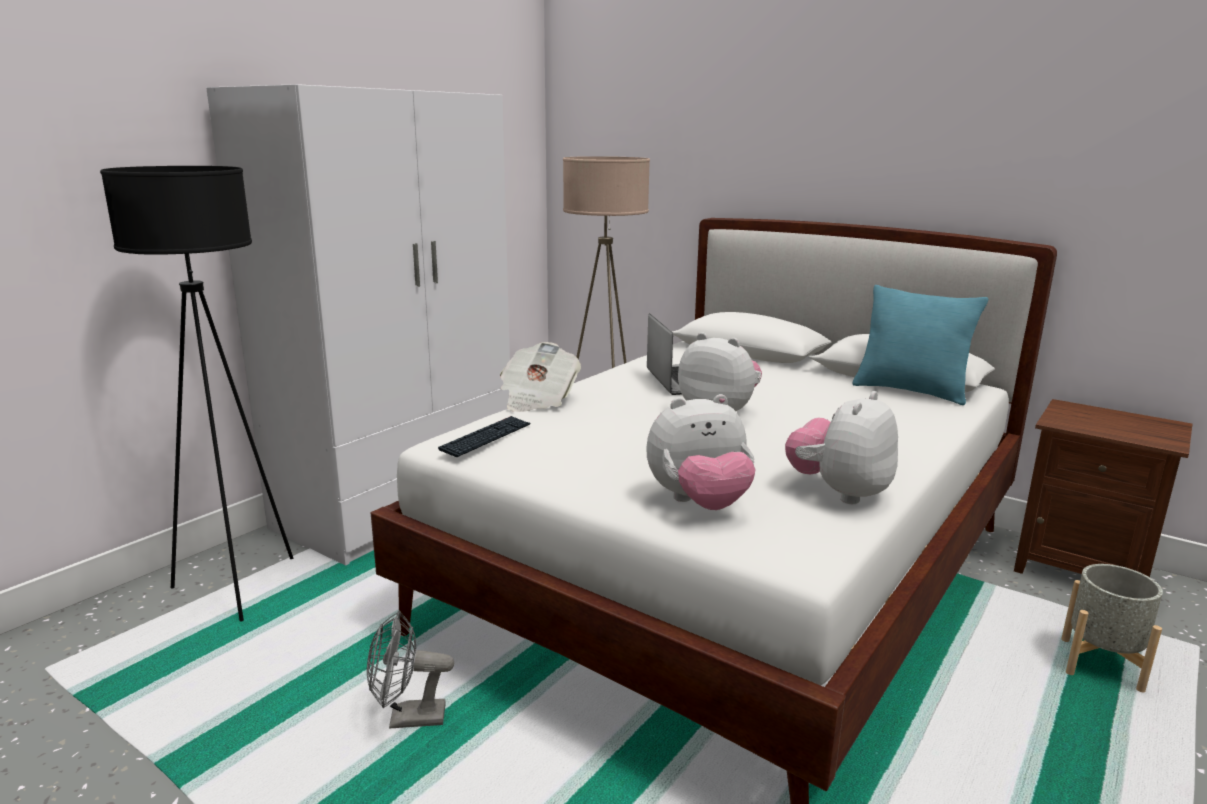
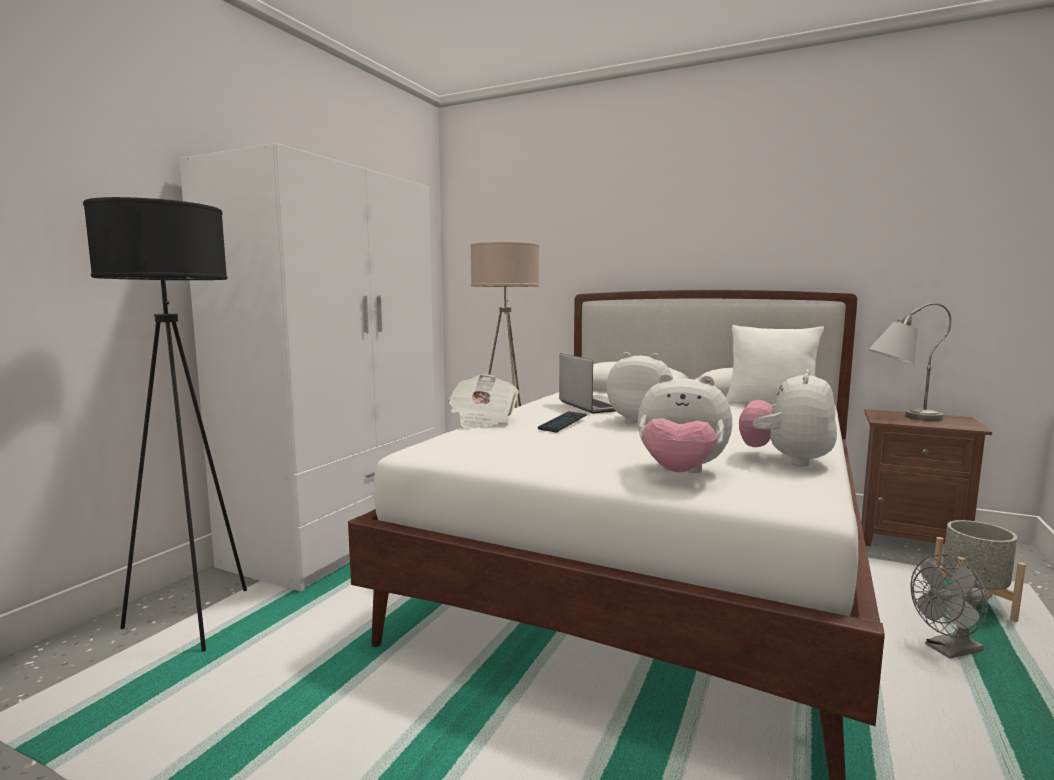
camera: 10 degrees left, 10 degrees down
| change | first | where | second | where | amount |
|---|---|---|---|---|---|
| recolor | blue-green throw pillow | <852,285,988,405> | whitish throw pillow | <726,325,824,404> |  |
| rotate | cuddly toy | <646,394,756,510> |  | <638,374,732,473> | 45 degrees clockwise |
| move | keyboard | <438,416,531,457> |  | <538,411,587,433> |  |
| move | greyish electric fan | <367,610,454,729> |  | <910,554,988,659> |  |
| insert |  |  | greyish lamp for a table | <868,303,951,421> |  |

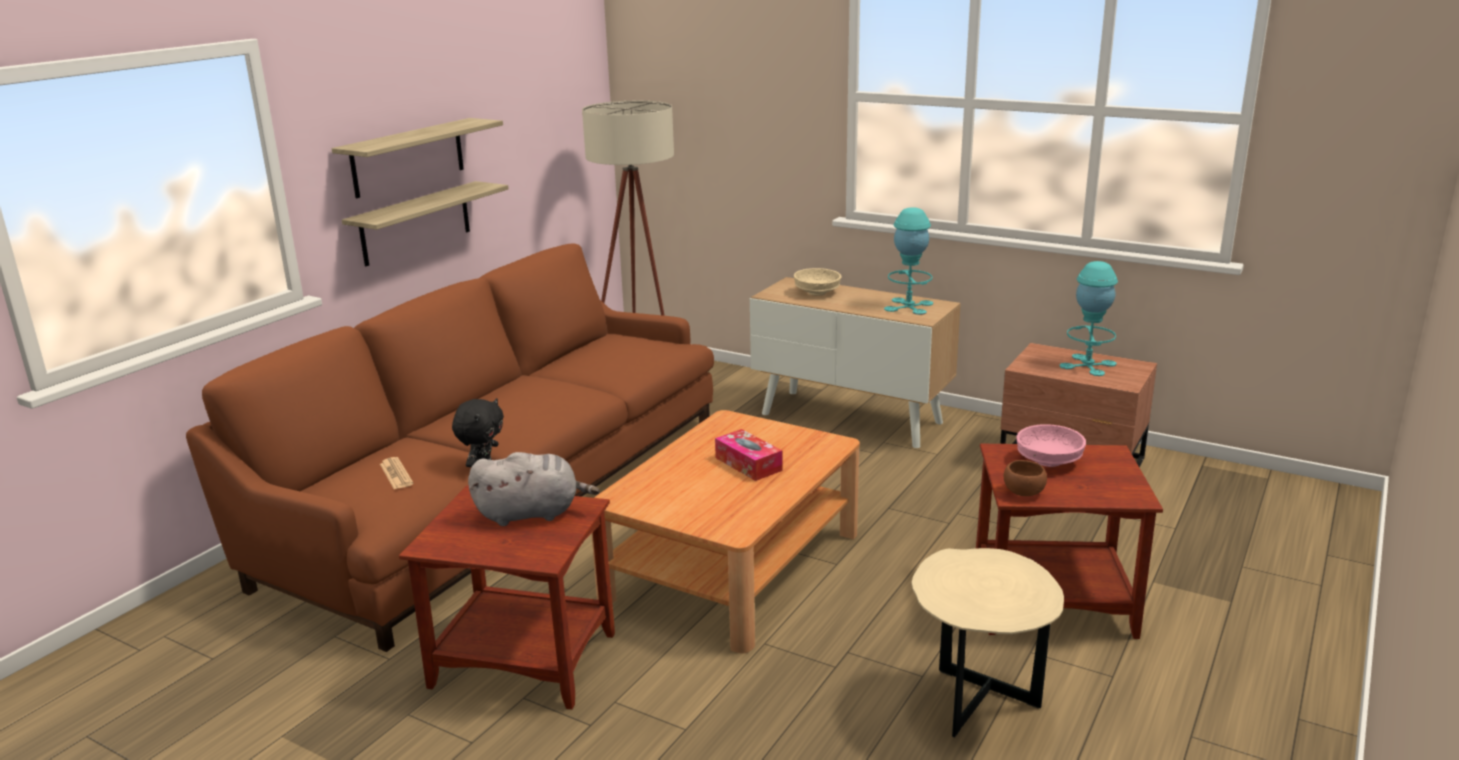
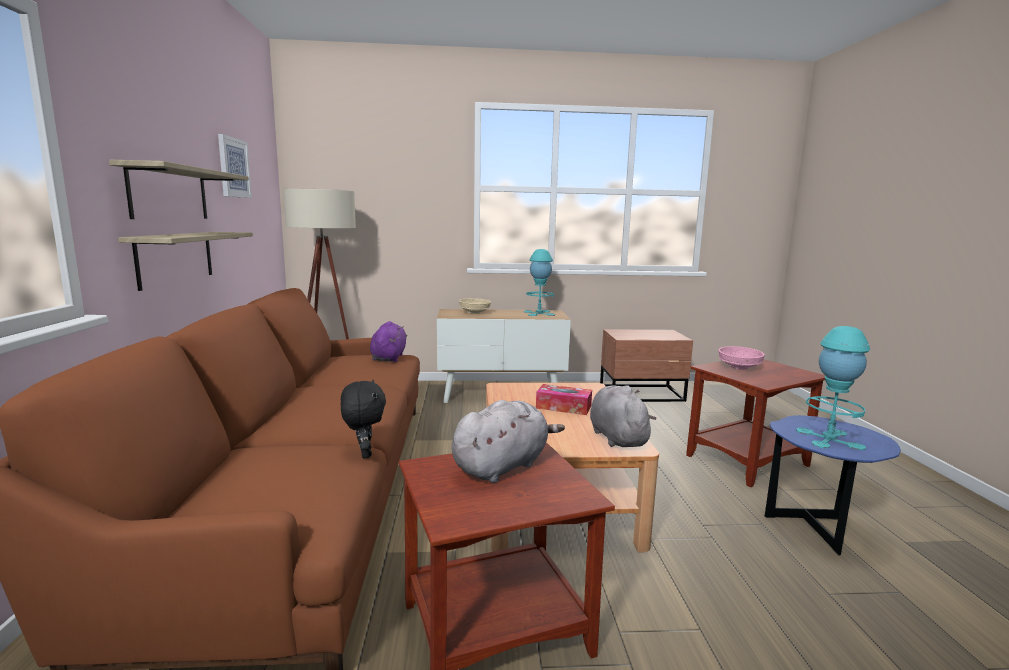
camera: 35 degrees left, 10 degrees down
| change | first | where | second | where | amount |
|---|---|---|---|---|---|
| move | blue-green lamp for a table | <1060,261,1118,376> |  | <796,326,870,450> |  |
| delete | printed paper | <380,457,414,489> |  |  |  |
| delete | brown bowl | <1004,460,1047,496> |  |  |  |
| recolor | beige side table | <911,548,1064,738> | blue side table | <765,415,901,555> |  |
| insert |  |  | picture | <218,134,252,198> |  |
| insert |  |  | purple cuddly toy | <370,321,407,362> |  |
| insert |  |  | greyish cuddly toy | <590,385,656,447> |  |

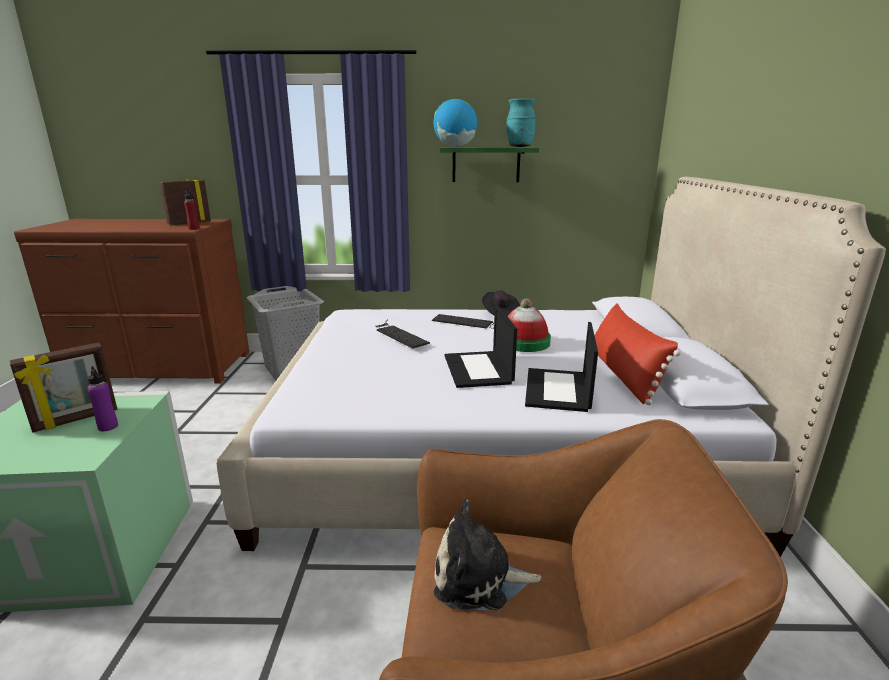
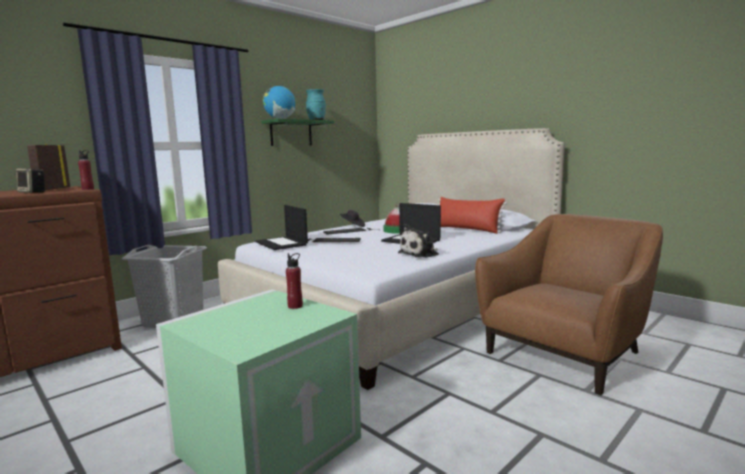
camera: 45 degrees left, 10 degrees down
| change | first | where | second | where | amount |
|---|---|---|---|---|---|
| move | notebook computer | <525,322,598,412> |  | <255,205,308,250> |  |
| delete | picture frame | <10,342,117,433> |  |  |  |
| recolor | purple beverage bottle | <87,366,118,431> | red-coloured beverage bottle | <286,253,303,309> |  |
| move | cuddly toy | <434,499,542,610> |  | <398,224,439,258> |  |
| insert |  |  | loudspeaker | <16,168,45,193> |  |

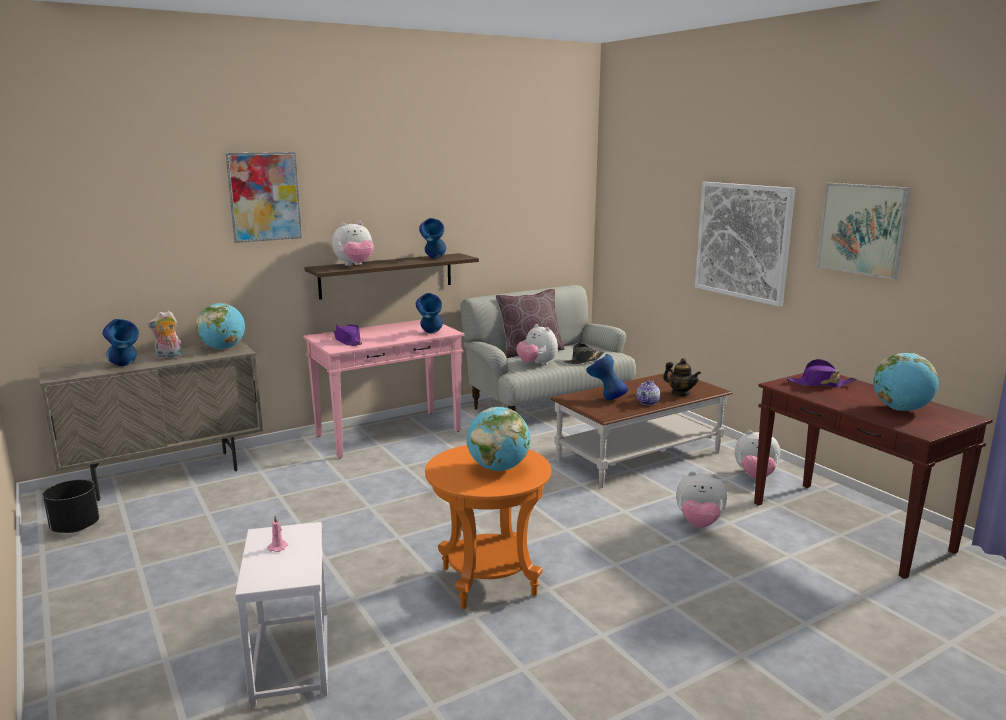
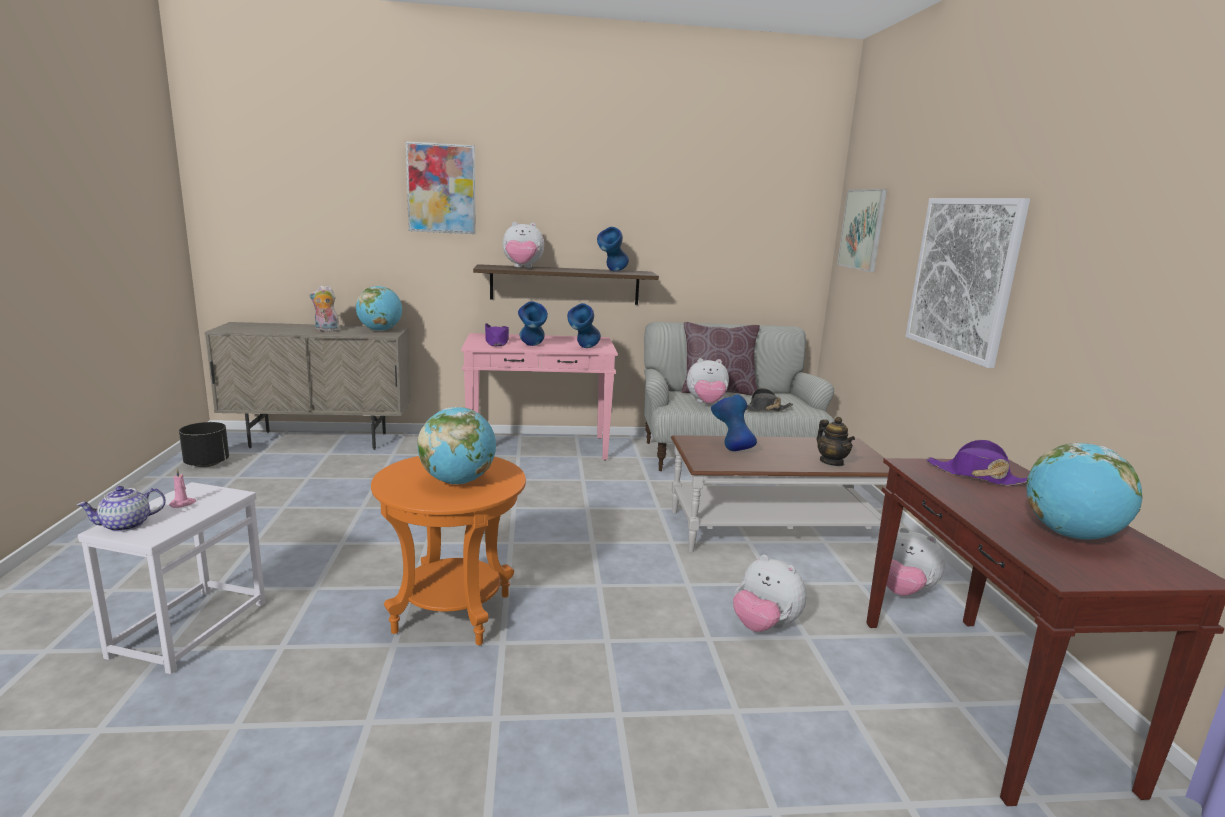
camera: 25 degrees right, 0 degrees up
| change | first | where | second | where | amount |
|---|---|---|---|---|---|
| move | picture | <816,183,911,279> |  | <837,189,887,272> |  |
| move | blue decorative vase | <102,319,139,366> |  | <518,301,548,346> |  |
| rotate | cuddly toy | <517,324,558,365> |  | <687,358,729,403> | 75 degrees counterclockwise |
| move | tea pot | <636,381,660,405> |  | <77,486,166,532> |  |

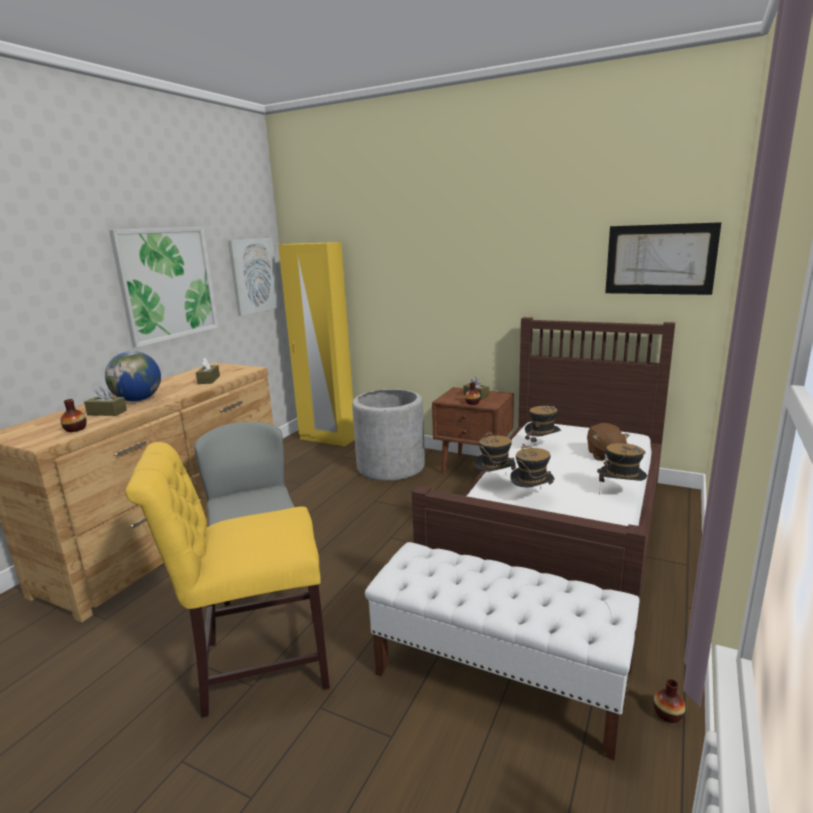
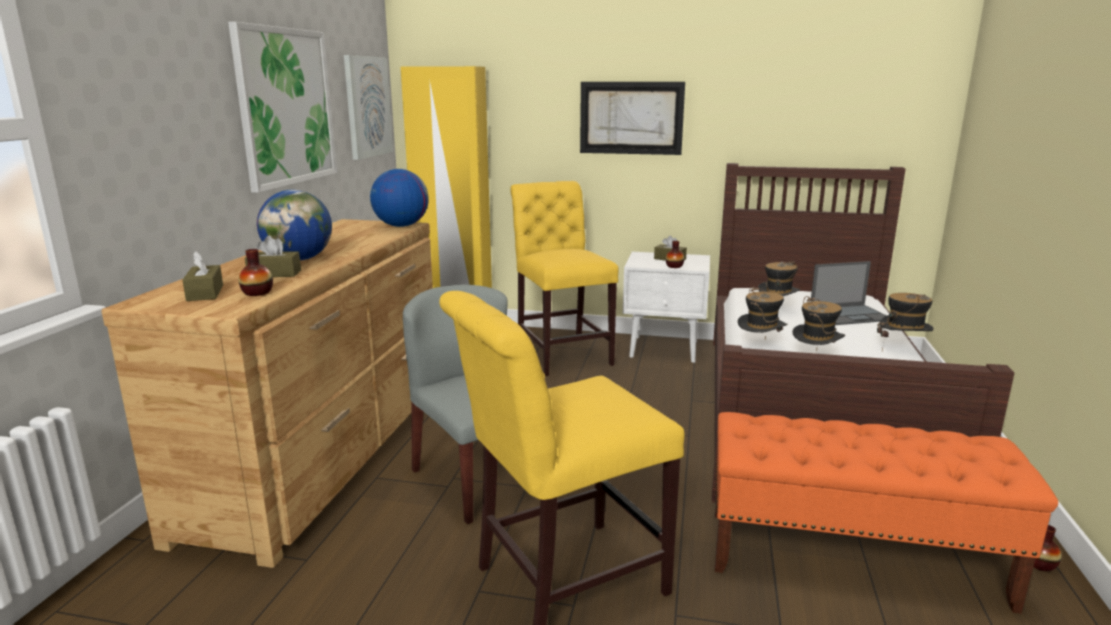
camera: 15 degrees left, 0 degrees up
| change | first | where | second | where | amount |
|---|---|---|---|---|---|
| move | picture | <605,222,722,295> |  | <580,82,685,155> |  |
| move | brown tissue holder | <196,357,220,384> |  | <182,251,223,301> |  |
| recolor | brown bedside table | <432,387,514,474> | whitish bedside table | <623,252,710,363> |  |
| replace | greyish plant pot | <352,389,425,481> | yellow plain chair | <510,181,619,376> |  |
| replace | brown cuddly toy | <587,423,630,461> | notebook computer | <810,261,887,325> |  |
| recolor | whitish bench | <365,542,640,761> | orangey bench | <715,412,1058,614> |  |
| insert |  |  | globe | <370,169,429,227> |  |

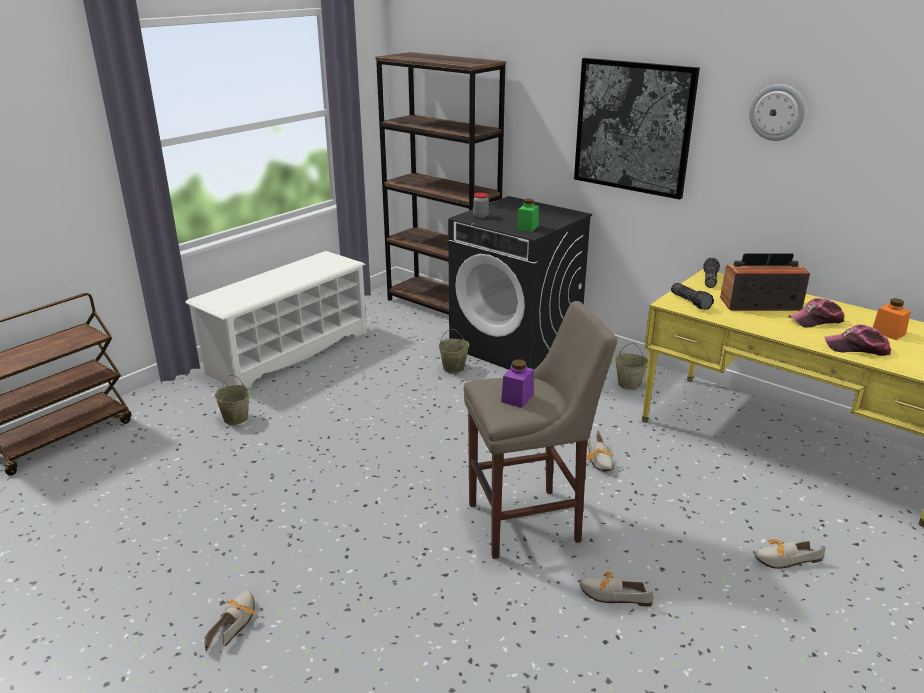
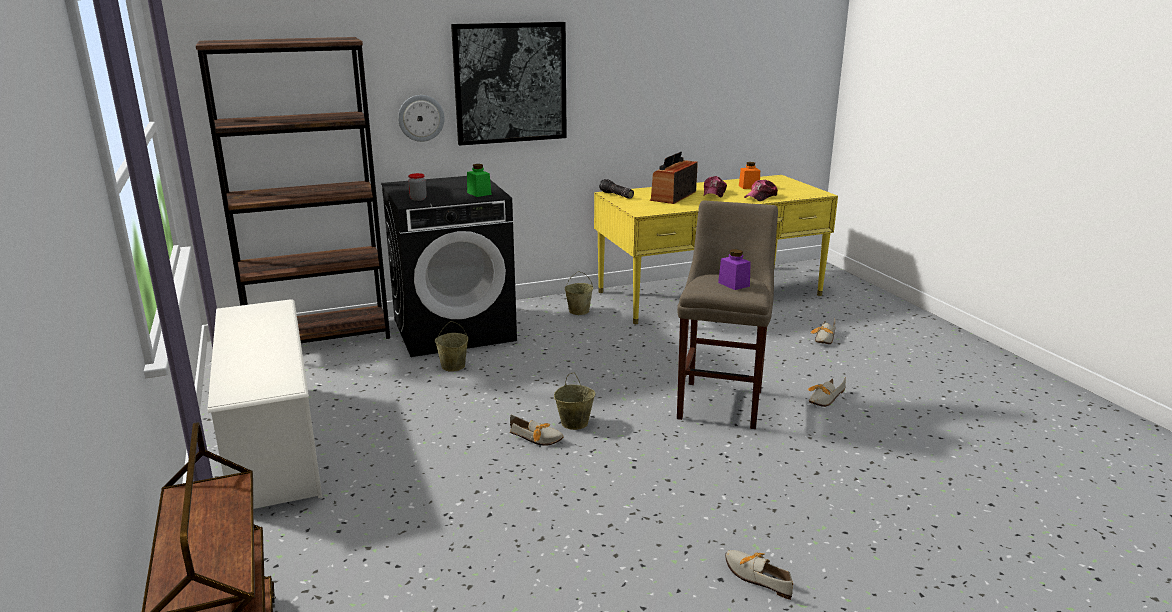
camera: 60 degrees left, 5 degrees down
| change | first | where | second | where | amount |
|---|---|---|---|---|---|
| move | wall clock | <749,84,806,141> |  | <398,95,445,142> |  |
| delete | flashlight | <671,283,714,310> |  |  |  |
| move | beige pail | <214,375,250,425> |  | <554,373,595,430> |  |
| move | item of footwear | <586,430,614,471> |  | <510,415,564,446> |  |

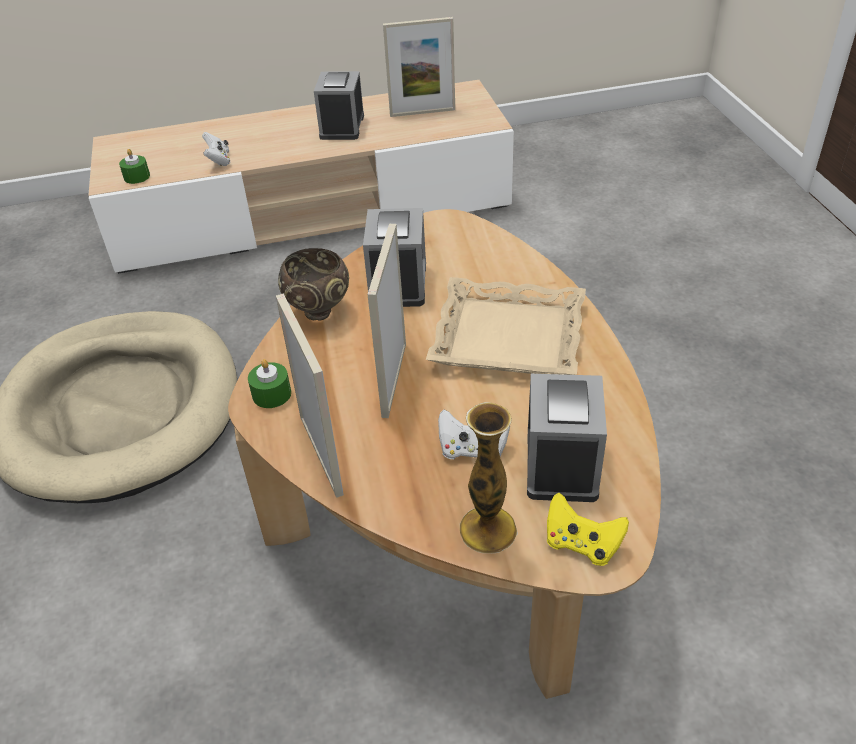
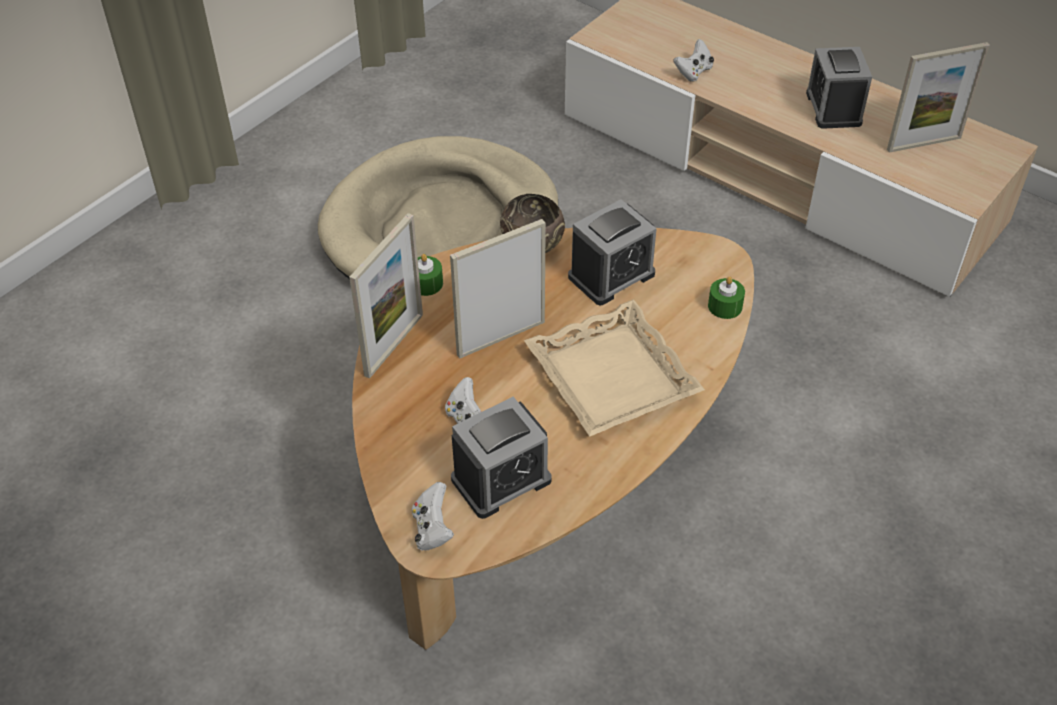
camera: 50 degrees right, 5 degrees up
| change | first | where | second | where | amount |
|---|---|---|---|---|---|
| rotate | picture frame | <383,17,455,117> |  | <887,42,990,153> | 60 degrees counterclockwise |
| rotate | table clock | <314,71,364,140> |  | <806,47,872,129> | 60 degrees counterclockwise |
| move | greenish wax light | <119,149,150,184> |  | <708,276,745,319> |  |
| delete | decorative vase | <460,402,518,553> |  |  |  |
| recolor | yellow gamepad | <547,493,629,566> | whitish gamepad | <412,482,454,551> |  |

